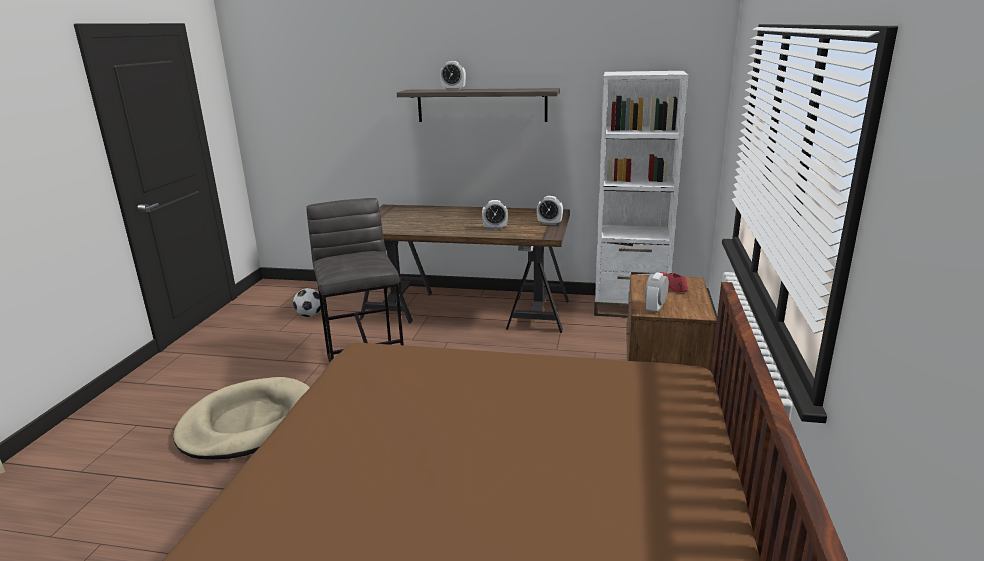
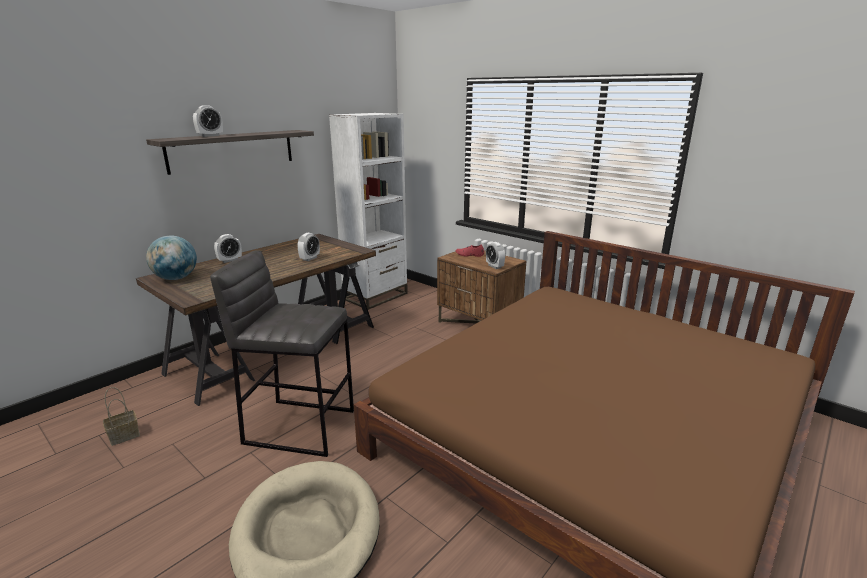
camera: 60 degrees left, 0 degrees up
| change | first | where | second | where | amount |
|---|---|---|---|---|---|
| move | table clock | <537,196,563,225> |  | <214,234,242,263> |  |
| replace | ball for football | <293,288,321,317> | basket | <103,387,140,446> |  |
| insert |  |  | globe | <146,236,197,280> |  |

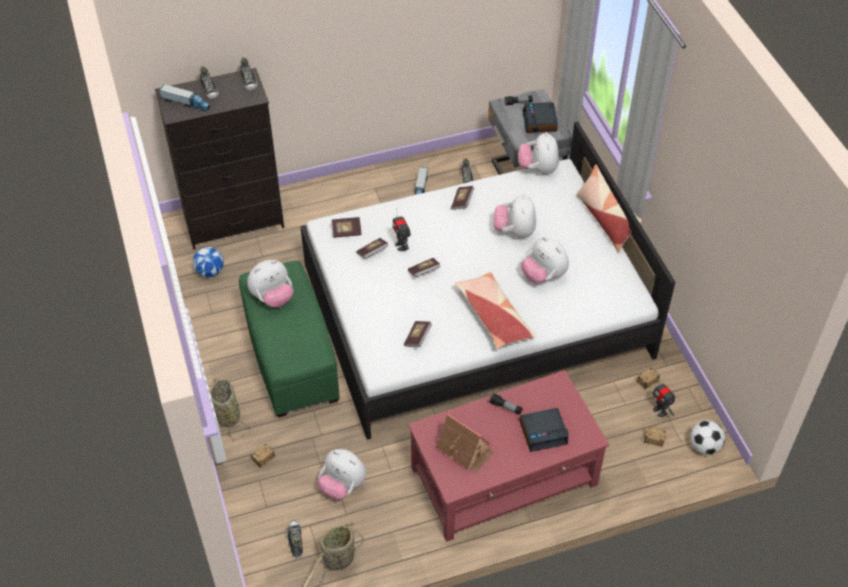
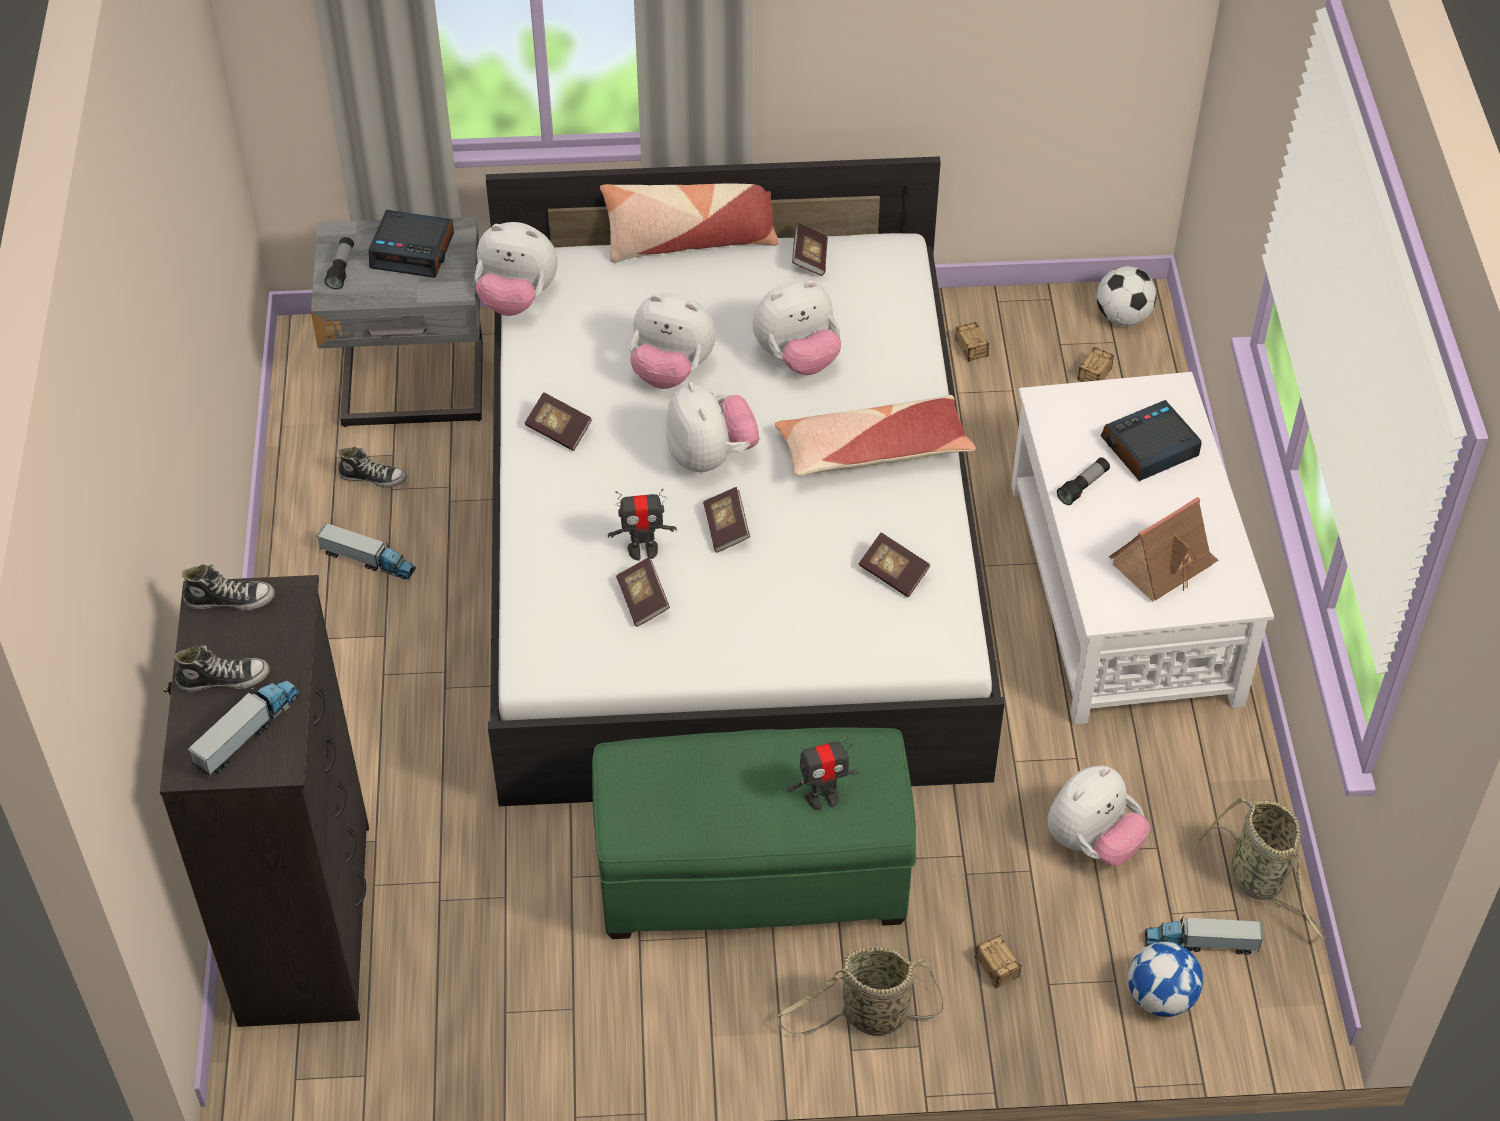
camera: 75 degrees left, 0 degrees up
| change | first | where | second | where | amount |
|---|---|---|---|---|---|
| move | volume | <332,217,362,238> |  | <792,223,828,276> |  |
| move | ball for football | <193,247,224,277> |  | <1128,942,1203,1017> |  |
| move | cuddly toy | <247,260,293,308> |  | <666,382,759,473> |  |
| recolor | red-coloured coffee table | <408,370,609,542> | whitish coffee table | <1011,372,1274,725> |  |
| move | toy robot | <652,377,675,417> |  | <787,736,858,811> |  |
| rotate | table clock | <520,408,568,452> |  | <1101,400,1202,481> | 120 degrees counterclockwise |
| replace | item of footwear | <287,520,303,558> | toy lorry | <1145,916,1263,955> |  |

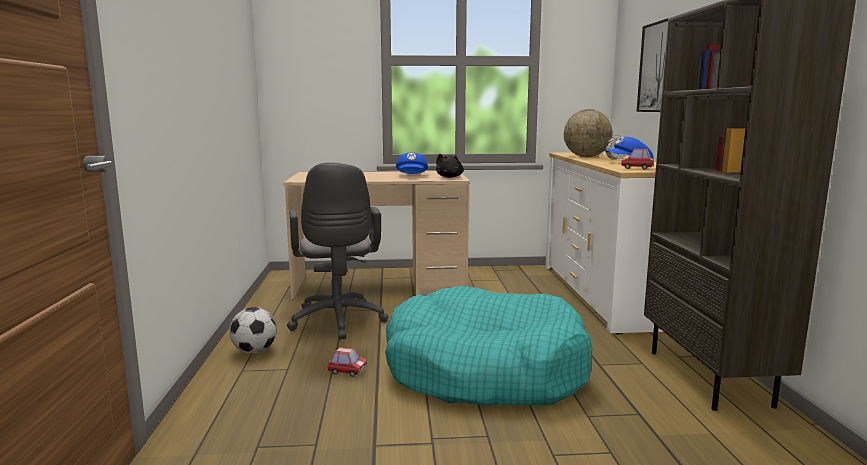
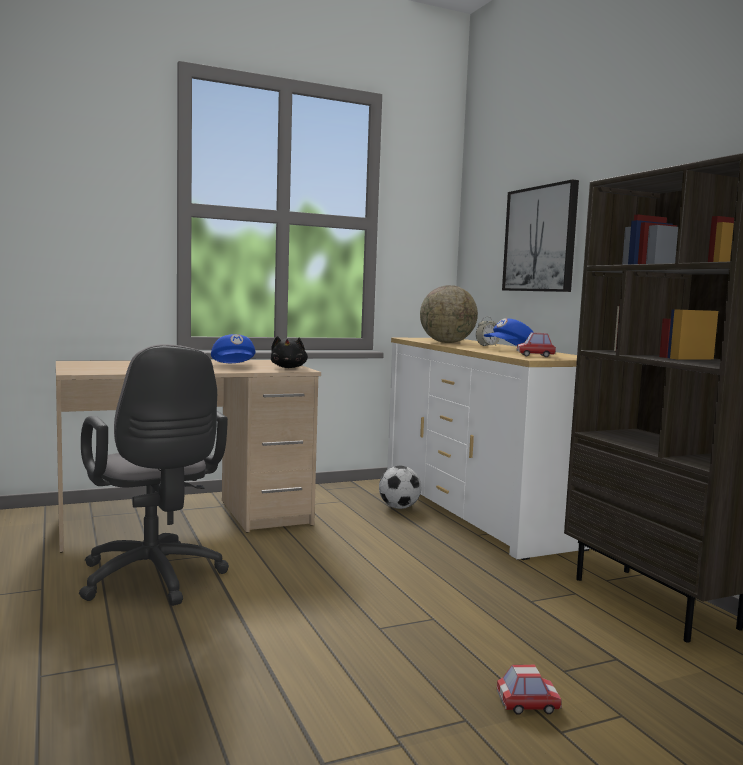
camera: 20 degrees left, 5 degrees down
| change | first | where | second | where | amount |
|---|---|---|---|---|---|
| delete | blue-green dog bed | <385,286,592,406> |  |  |  |
| move | ball for football | <229,307,277,353> |  | <379,466,421,509> |  |
| move | miniature car | <327,347,367,377> |  | <496,665,562,714> |  |

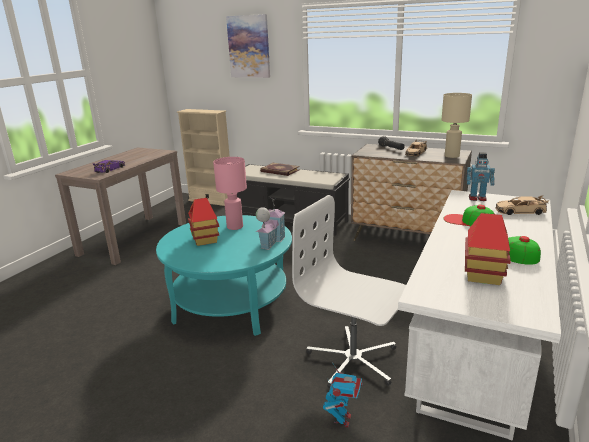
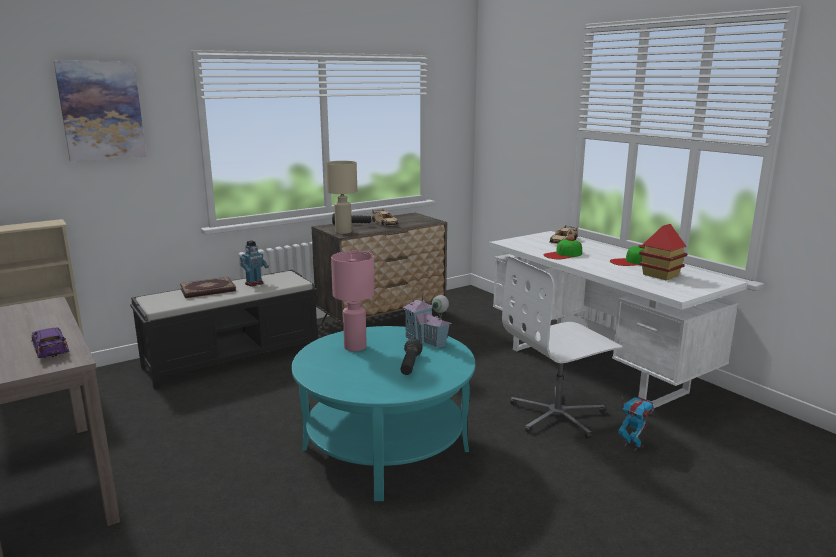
camera: 60 degrees left, 5 degrees down
| change | first | where | second | where | amount |
|---|---|---|---|---|---|
| move | beige lamp for a table | <442,93,472,158> |  | <326,161,357,234> |  |
| move | toy robot | <467,152,495,201> |  | <240,241,269,287> |  |
| delete | miniature house | <188,198,219,246> |  |  |  |
| insert |  |  | black flashlight | <400,339,423,375> |  |

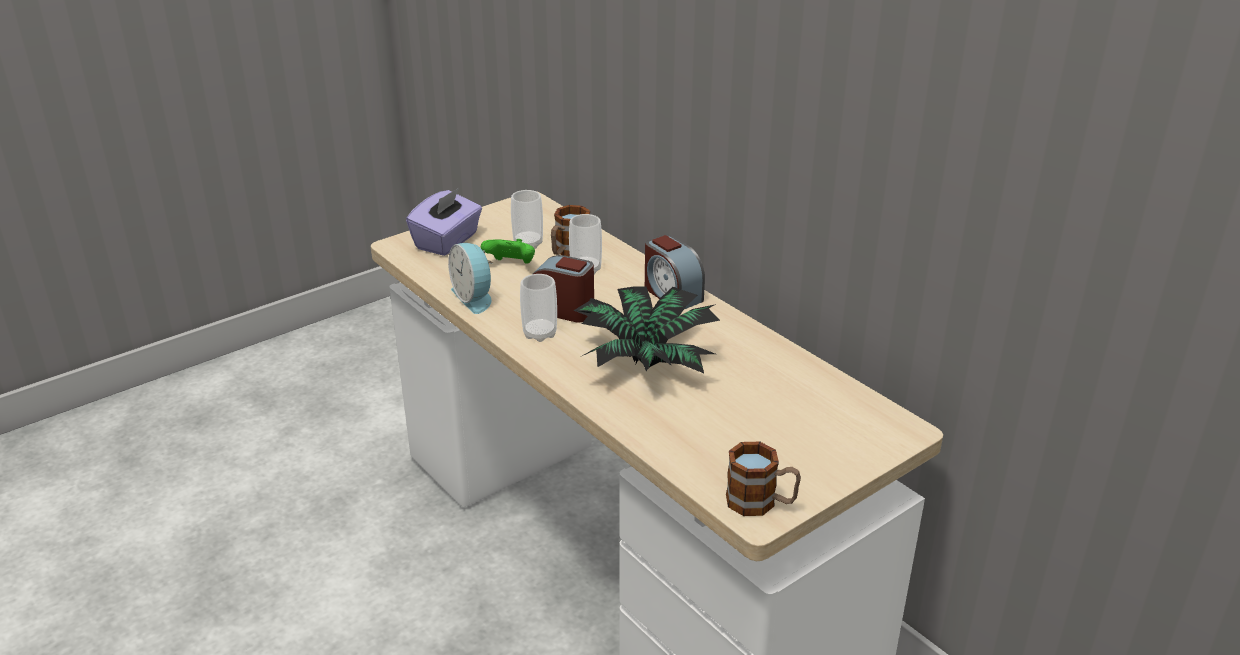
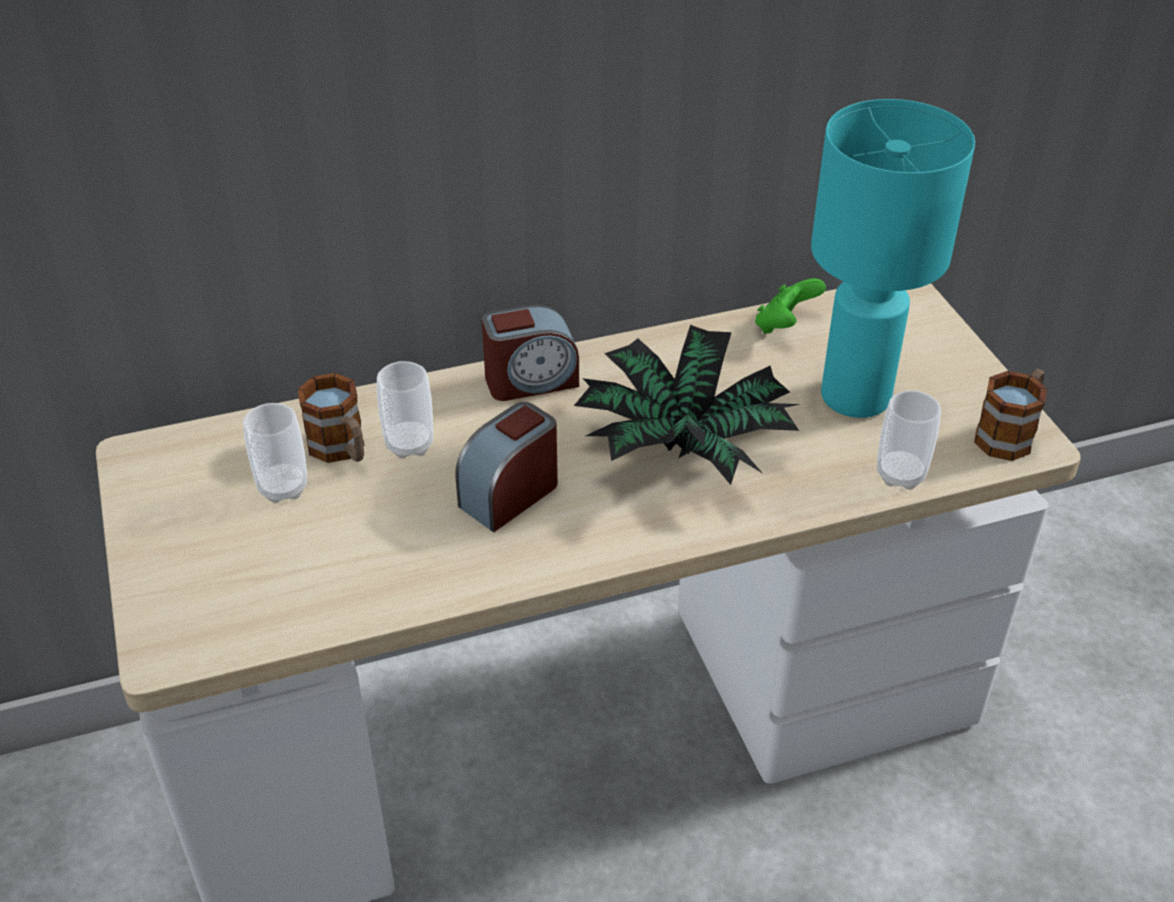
camera: 70 degrees left, 10 degrees up
| change | first | where | second | where | amount |
|---|---|---|---|---|---|
| delete | purple tissue holder | <406,188,482,256> |  |  |  |
| move | greenish gamepad | <481,239,535,264> |  | <755,278,826,334> |  |
| delete | table clock | <448,243,493,314> |  |  |  |
| move | cup | <520,274,557,342> |  | <877,390,941,490> |  |
| insert |  |  | blue-green lamp for a table | <811,99,975,418> |  |

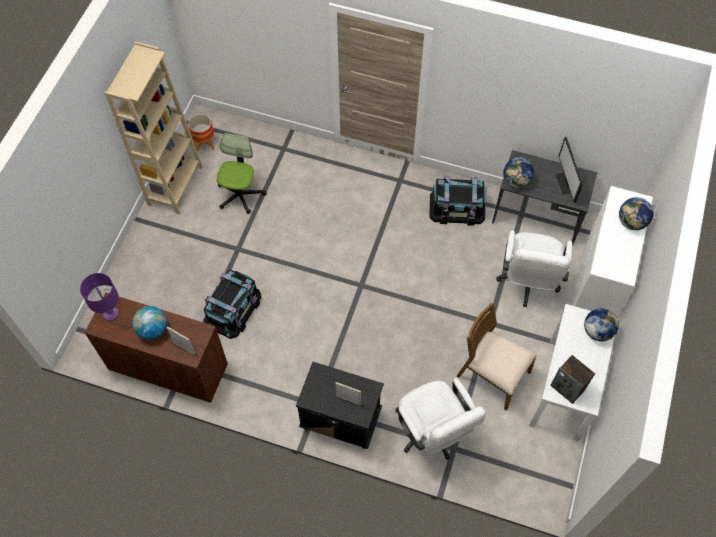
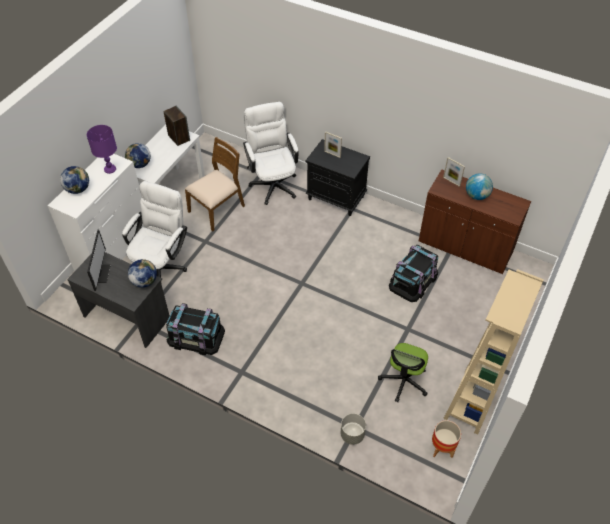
camera: 170 degrees left, 10 degrees down
| change | first | where | second | where | amount |
|---|---|---|---|---|---|
| move | purple lamp for a table | <80,273,119,321> |  | <87,125,117,174> |  |
| rotate | brown plain chair | <457,303,537,411> |  | <185,137,245,232> | 90 degrees counterclockwise |
| insert |  |  | greyish plant pot | <341,413,366,445> |  |

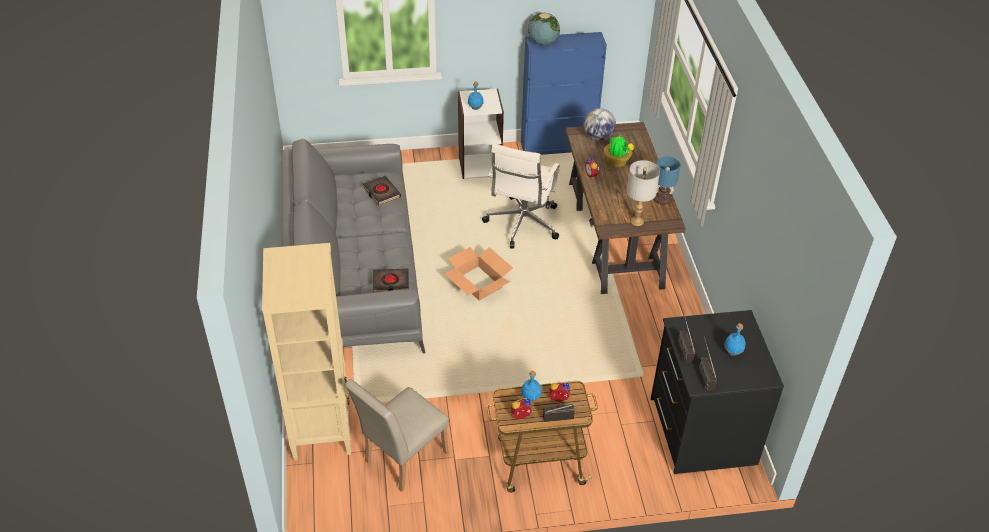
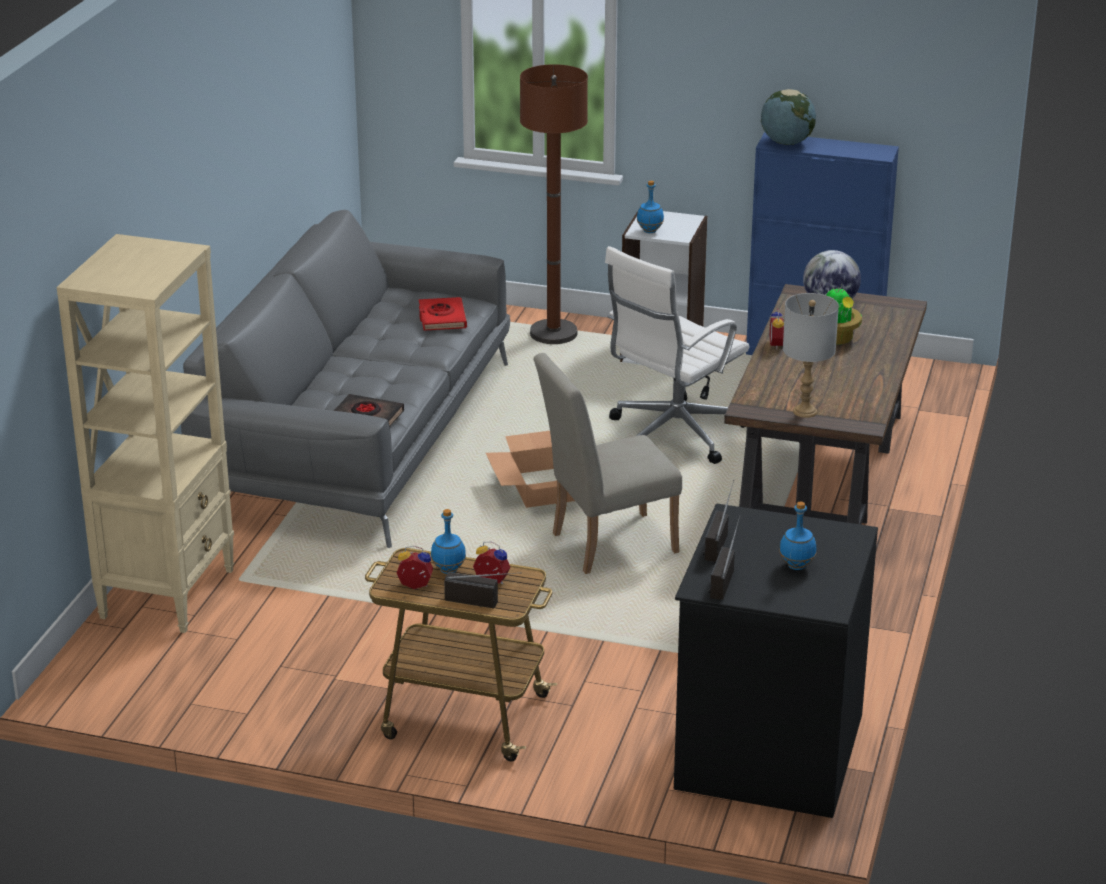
camera: 25 degrees right, 15 degrees down
| change | first | where | second | where | amount |
|---|---|---|---|---|---|
| delete | lamp for a table | <654,156,681,204> |  |  |  |
| recolor | black volume | <363,176,401,206> | red-coloured volume | <419,297,467,331> |  |
| move | beige plain chair | <345,379,449,492> |  | <533,353,682,574> |  |
| insert |  |  | brown standard lamp | <520,64,588,344> |  |

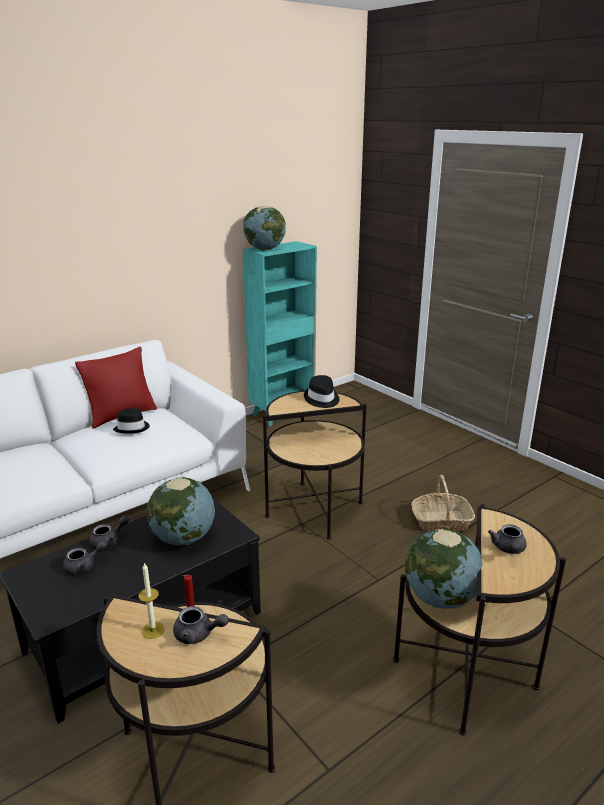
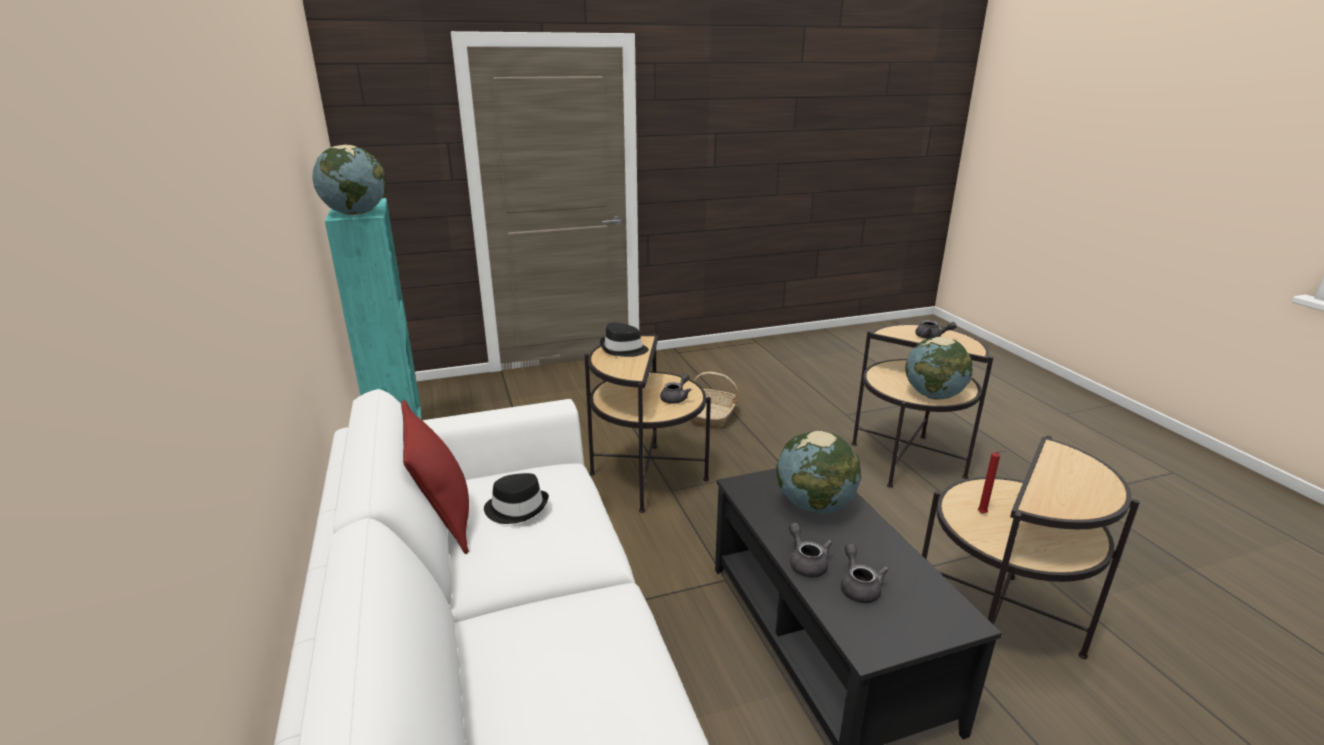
camera: 70 degrees left, 0 degrees up
| change | first | where | second | where | amount |
|---|---|---|---|---|---|
| delete | wax light | <138,562,165,639> |  |  |  |
| move | greyish tea pot | <173,606,229,644> |  | <660,373,691,404> |  |

